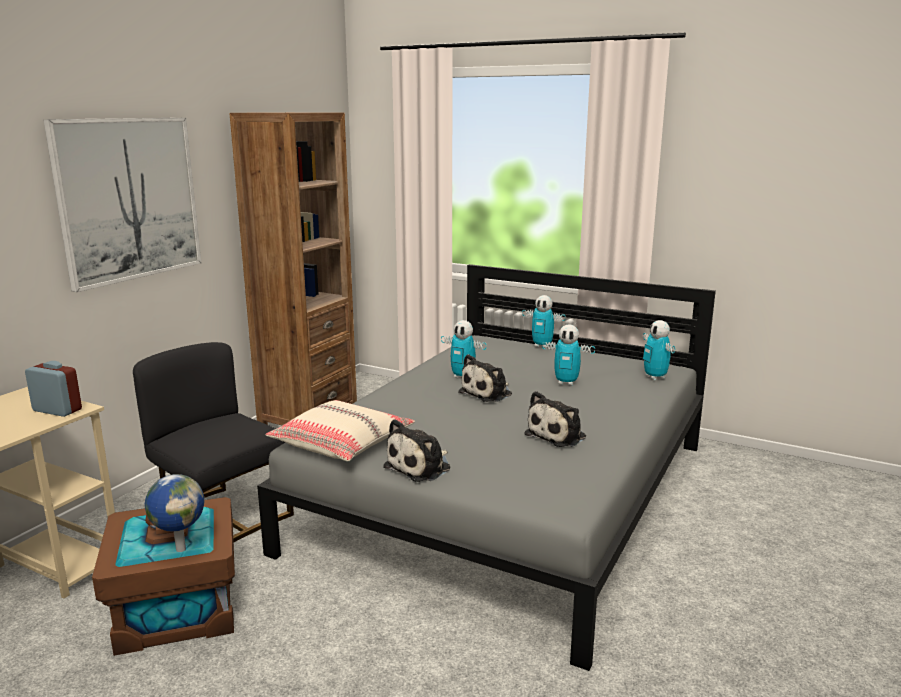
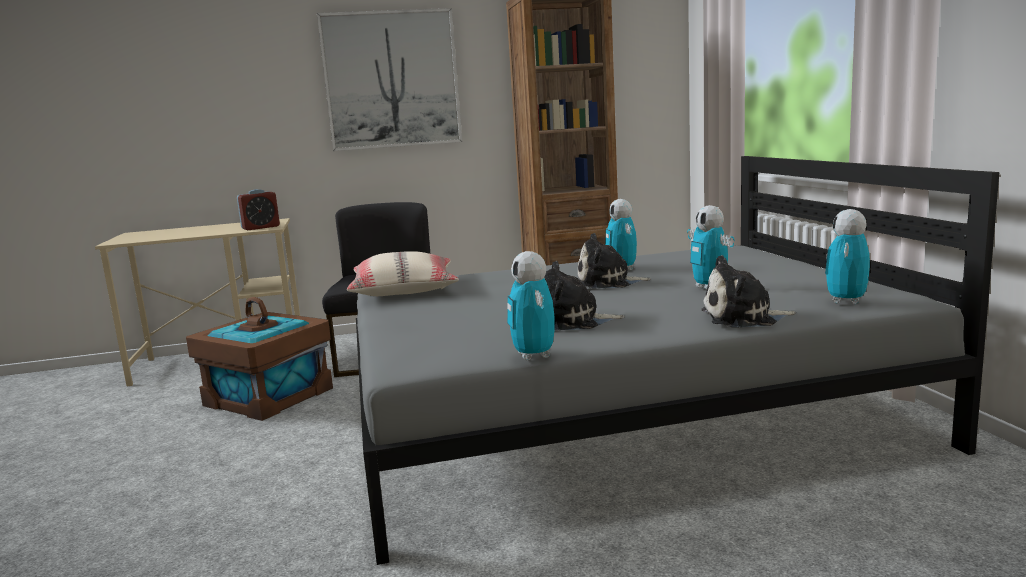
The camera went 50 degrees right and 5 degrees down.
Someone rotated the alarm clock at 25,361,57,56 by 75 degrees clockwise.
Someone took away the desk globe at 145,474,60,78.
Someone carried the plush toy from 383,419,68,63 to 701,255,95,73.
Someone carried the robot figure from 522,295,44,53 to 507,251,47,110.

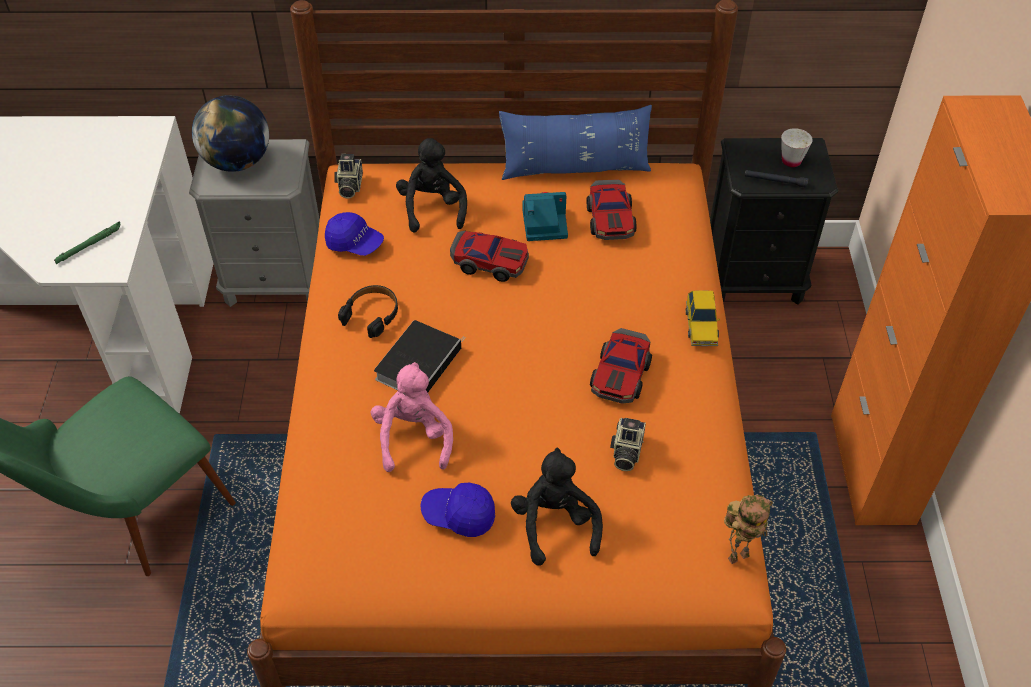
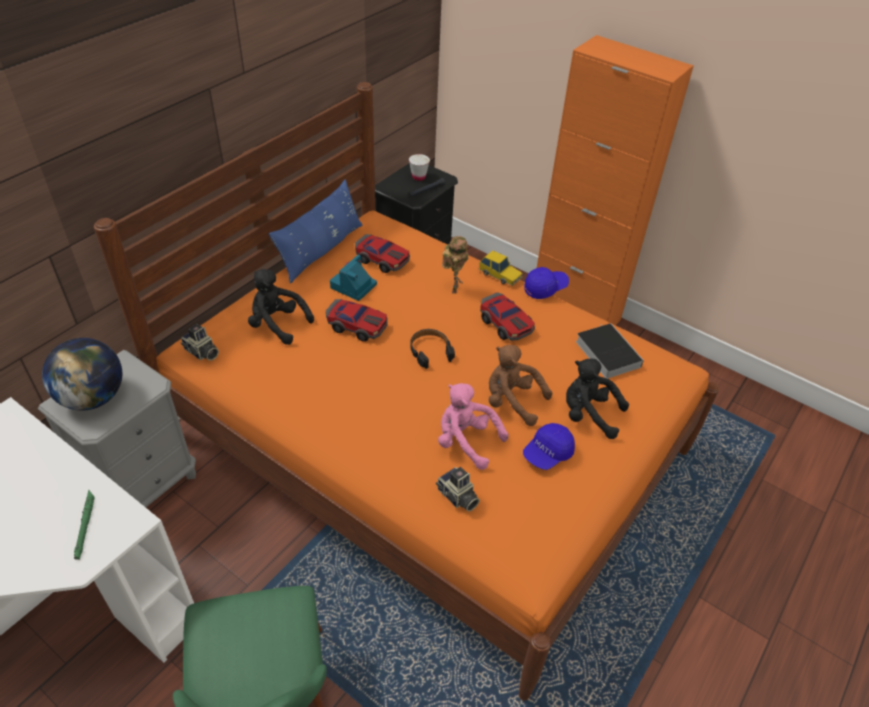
The camera went 55 degrees left and 5 degrees down.
Someone carried the blue peaked cap from 325,212,59,44 to 525,267,44,32.
Someone carried the blackish pair of headphones from 338,285,60,53 to 410,329,45,40.
Someone carried the book from 374,320,92,72 to 576,323,68,56.
Someone rotated the model car at 450,231,79,51 by 60 degrees clockwise.
Someone carried the still camera from 610,418,36,53 to 436,467,44,45.
Someone carried the robot figure from 724,495,49,69 to 442,236,27,58.
Someone put down the brown-coloured plush toy at 489,345,63,81.

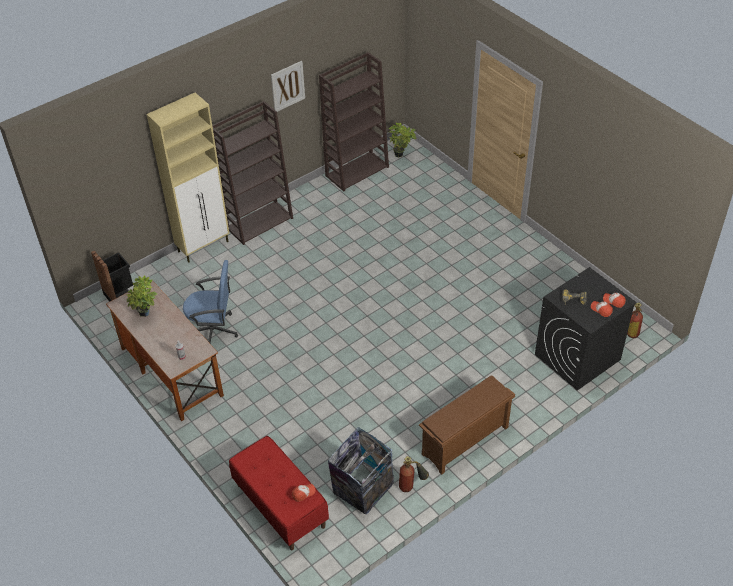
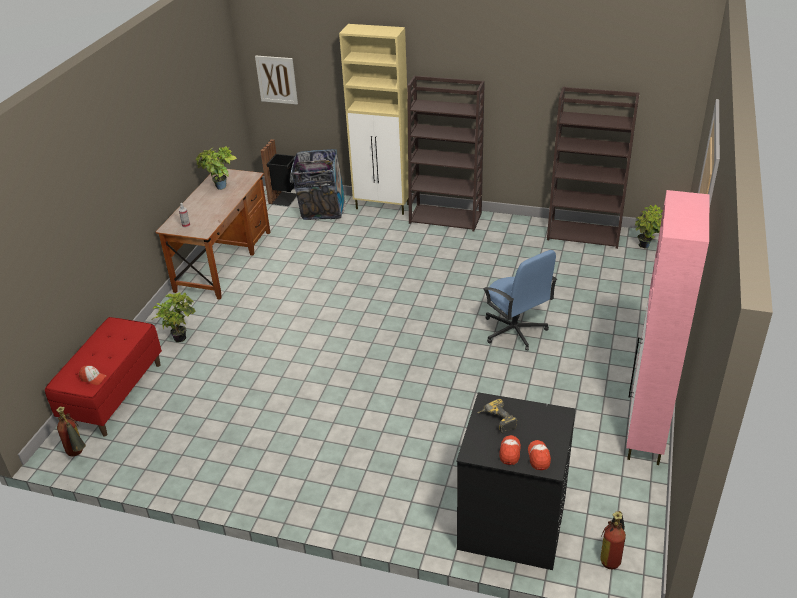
The camera went 55 degrees right and 10 degrees down.
Someone carried the blue office chair from 183,260,55,83 to 483,250,74,101.
Someone carried the wall picture from 271,61,34,51 to 255,56,43,48.
Someone carried the waste bin from 328,427,66,87 to 291,149,55,71.
Someone carried the fire-fighting cylinder from 399,456,30,36 to 56,407,30,49.
Someone took away the brown-coloured shoe stand at 419,375,96,100.
Someone put down the plant in a pot at 151,292,44,50.
Someone put down the pinkish cabinet at 626,190,84,275.

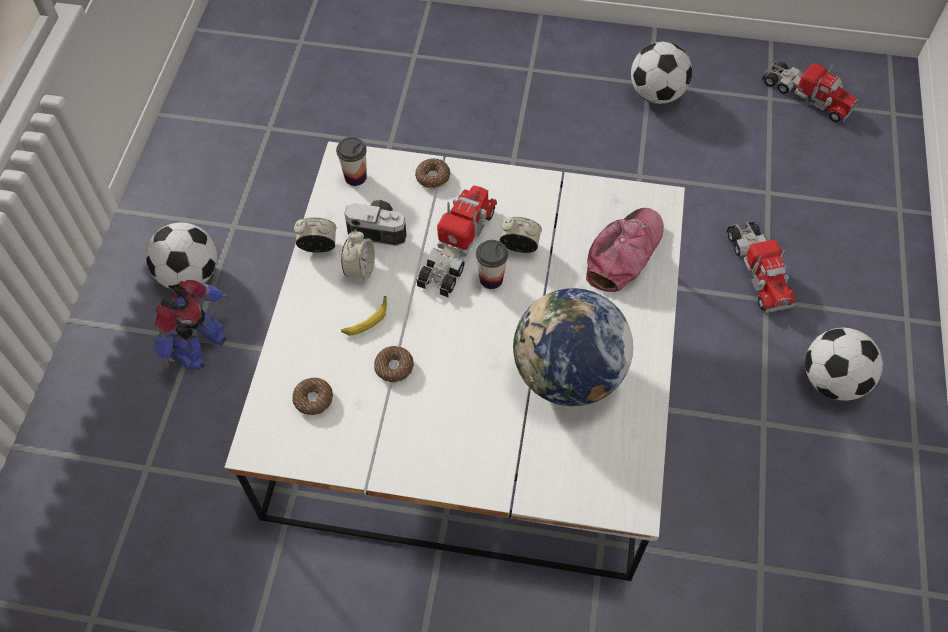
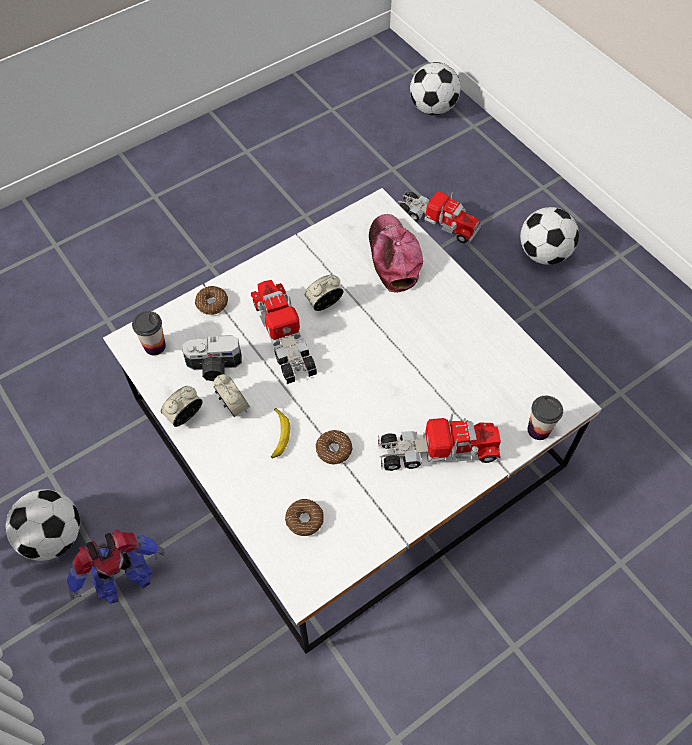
The camera went 45 degrees left and 0 degrees up.
Someone rotated the robot figure at 154,280,76,91 by 75 degrees clockwise.
Someone rotated the still camera at 344,200,63,46 by 150 degrees counterclockwise.
Someone carried the drinking cup from 476,240,32,49 to 528,396,35,44.
Someone took away the desk globe at 513,288,120,118.
Someone carried the football from 631,42,61,62 to 410,62,50,53.
Someone carried the toy truck from 762,61,96,61 to 378,413,123,58.

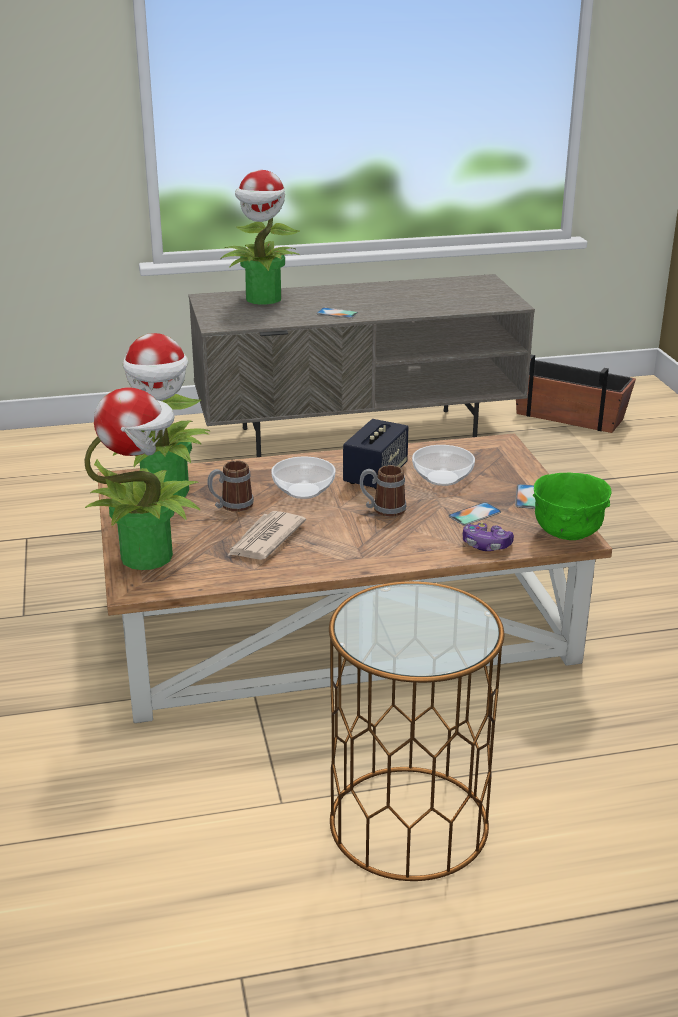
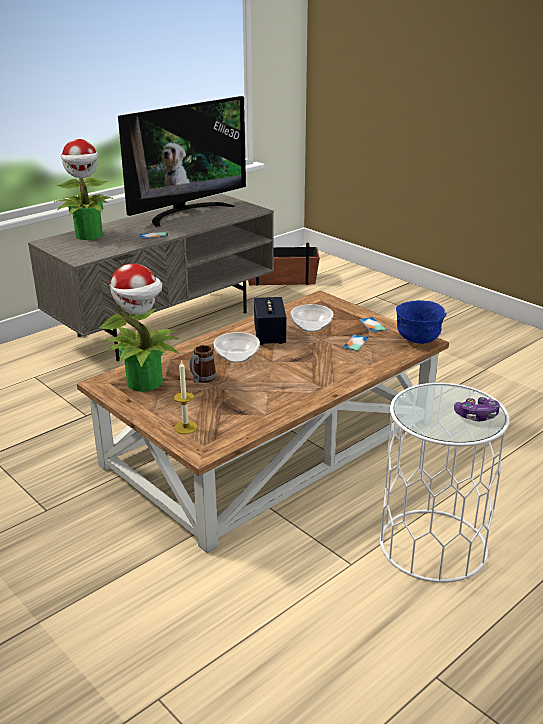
The camera went 30 degrees left and 0 degrees up.
Someone swapped the plant in a pot at 84,388,117,182 for the wax candle at 174,360,24,74.
Someone took away the daily paper at 227,511,79,49.
Someone repainted the brown-coloured side table at 329,581,175,300, which became the white-coloured side table at 380,383,129,200.
Someone took away the mug at 360,465,47,52.
Someone carried the joypad from 463,522,51,29 to 454,397,46,24.
Someone repainted the green-coloured deep dish at 533,472,79,68, which became the blue deep dish at 396,300,50,44.
Someone put down the TV set at 118,96,128,131.

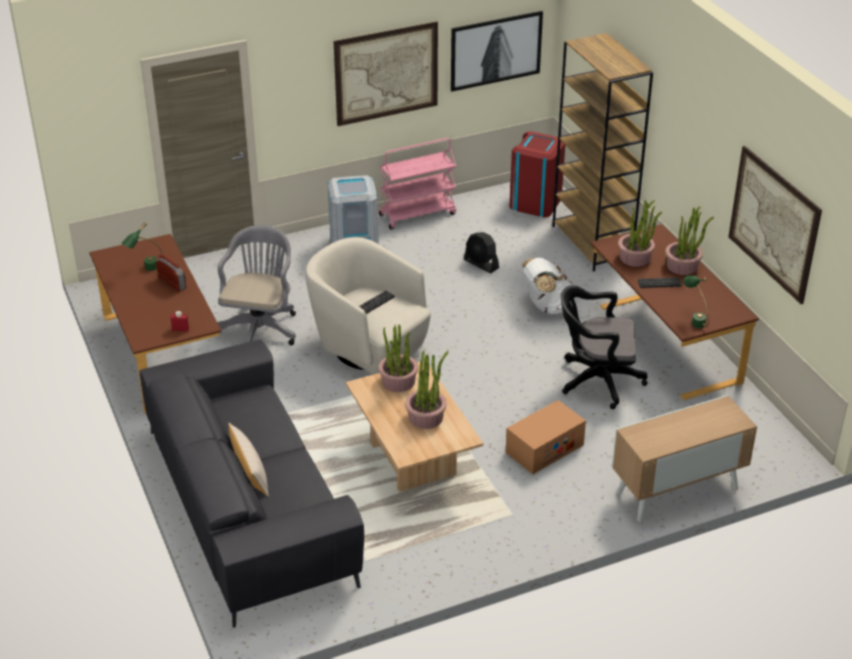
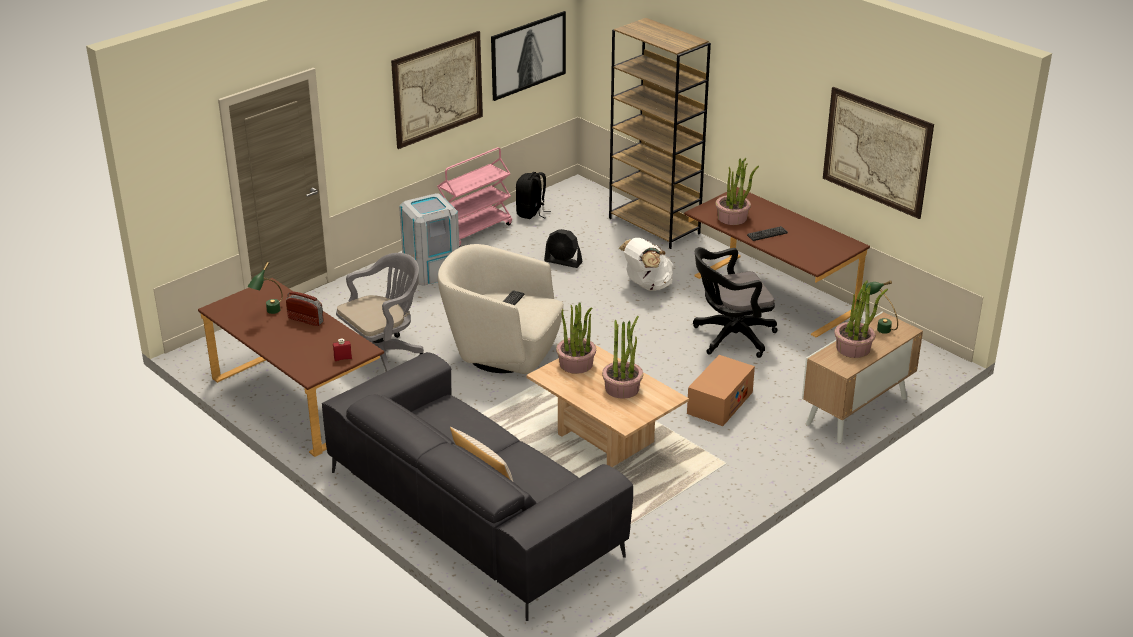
The camera went 20 degrees left and 5 degrees down.
Someone rotated the gray office chair at 217,225,79,120 by 60 degrees clockwise.
Someone took away the reddish waste bin at 509,131,56,87.
Someone carried the plant in a pot from 665,206,49,69 to 834,280,54,78.
Someone carried the green-coloured lamp for a table from 683,276,26,52 to 865,280,33,54.
Someone put down the blackish knapsack at 516,172,35,47.

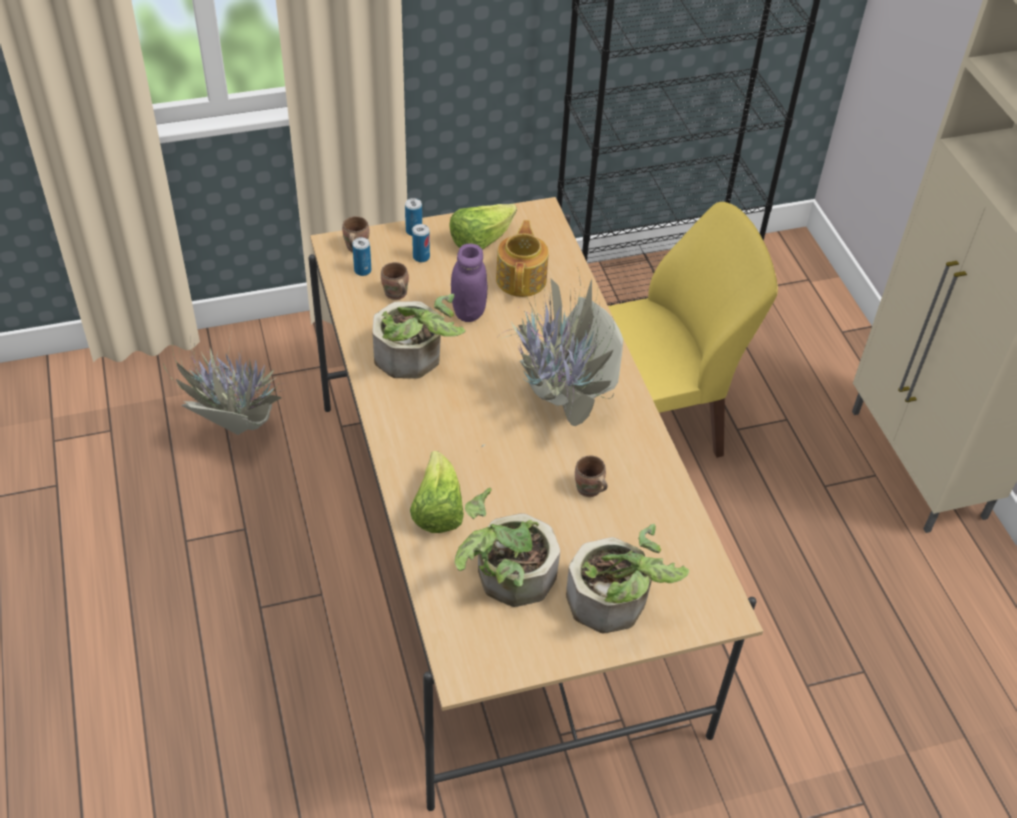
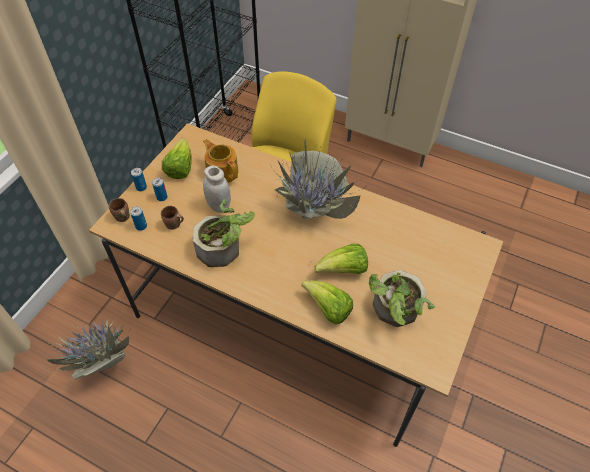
The camera went 45 degrees left and 5 degrees up.
Someone repainted the purple-coloured jar at 451,244,36,78, which became the white-coloured jar at 203,166,28,47.
Someone took away the plant in a pot at 566,524,123,109.
Someone took away the brown-coloured mug at 575,455,33,42.
Someone put down the head of lettuce at 314,244,54,30.

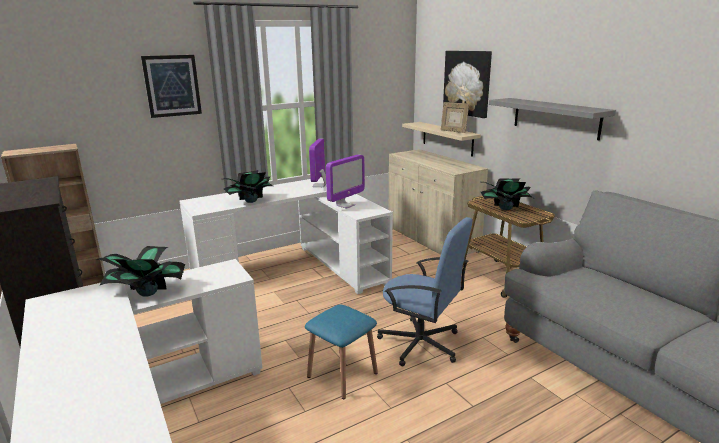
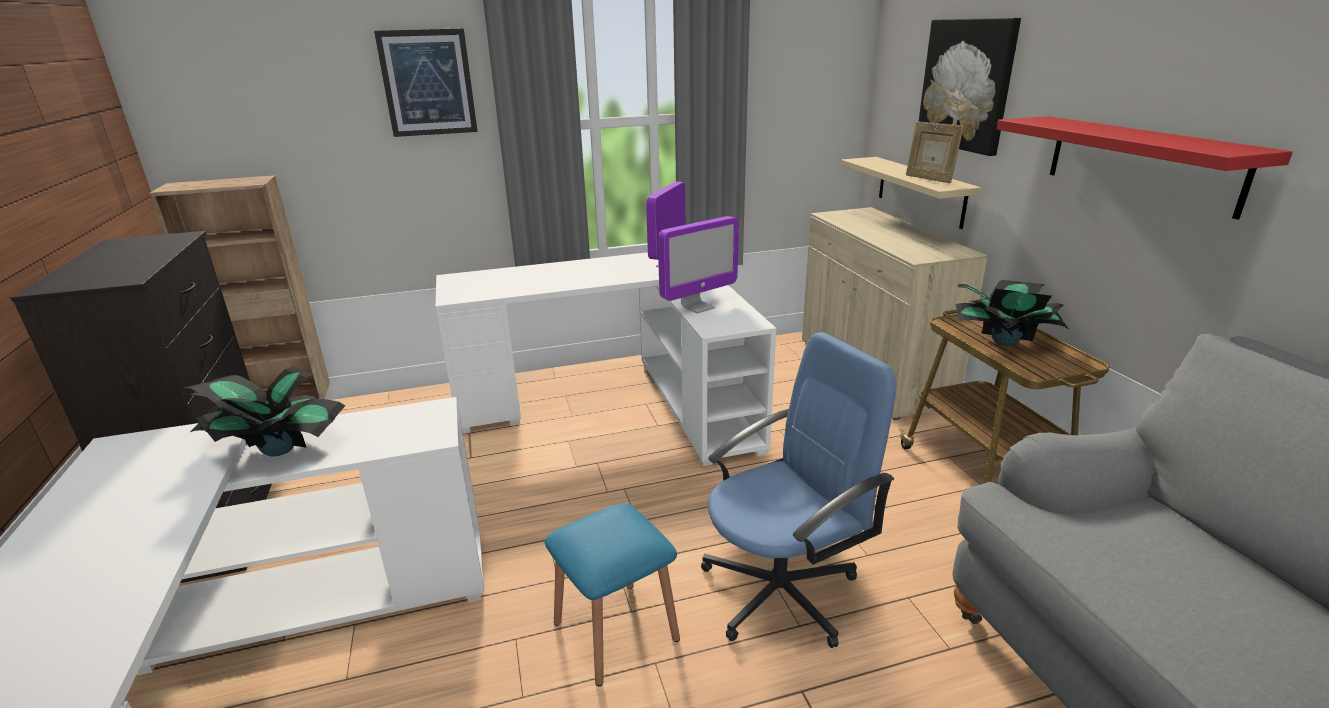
The camera went 15 degrees right and 5 degrees up.
Someone took away the plant in a pot at 224,170,51,33.
Someone rotated the blue office chair at 377,217,95,150 by 75 degrees counterclockwise.
Someone repainted the gray shelf at 489,98,127,43, which became the reddish shelf at 997,116,296,104.

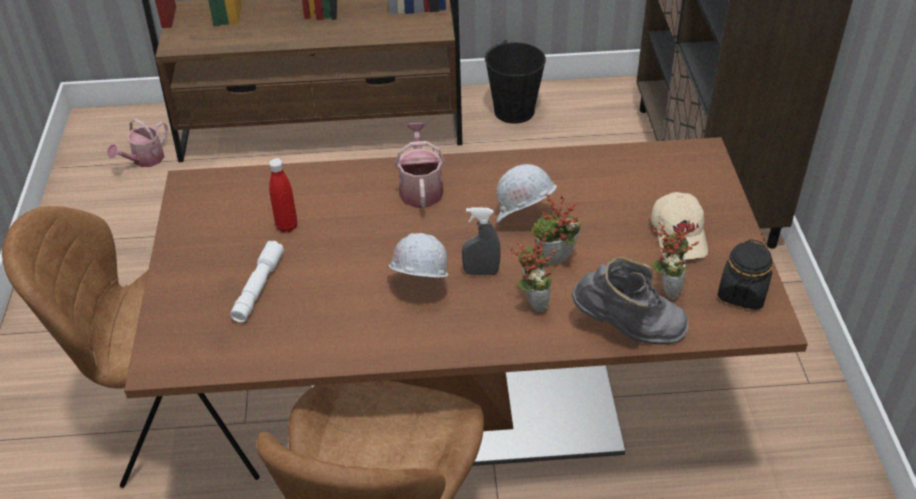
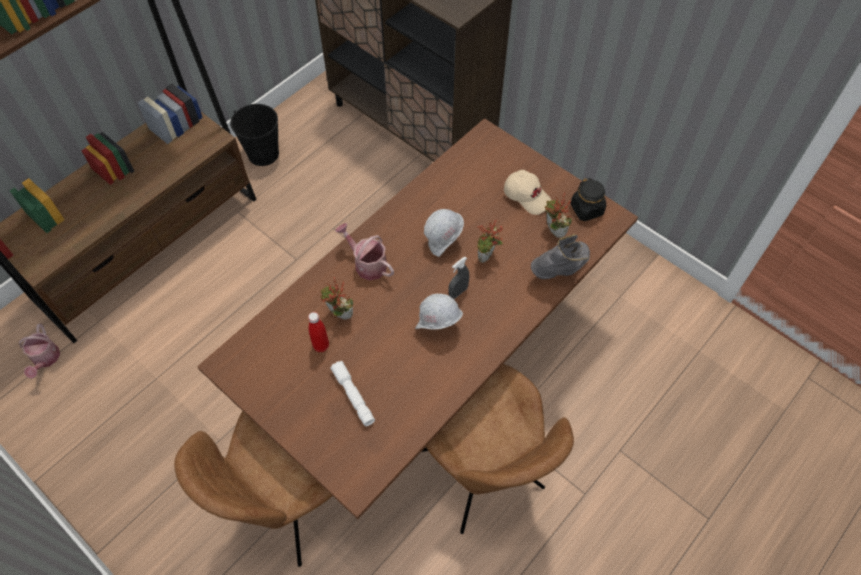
The camera went 45 degrees left and 15 degrees up.
Someone carried the plant in a pot from 510,233,46,80 to 320,277,33,43.

